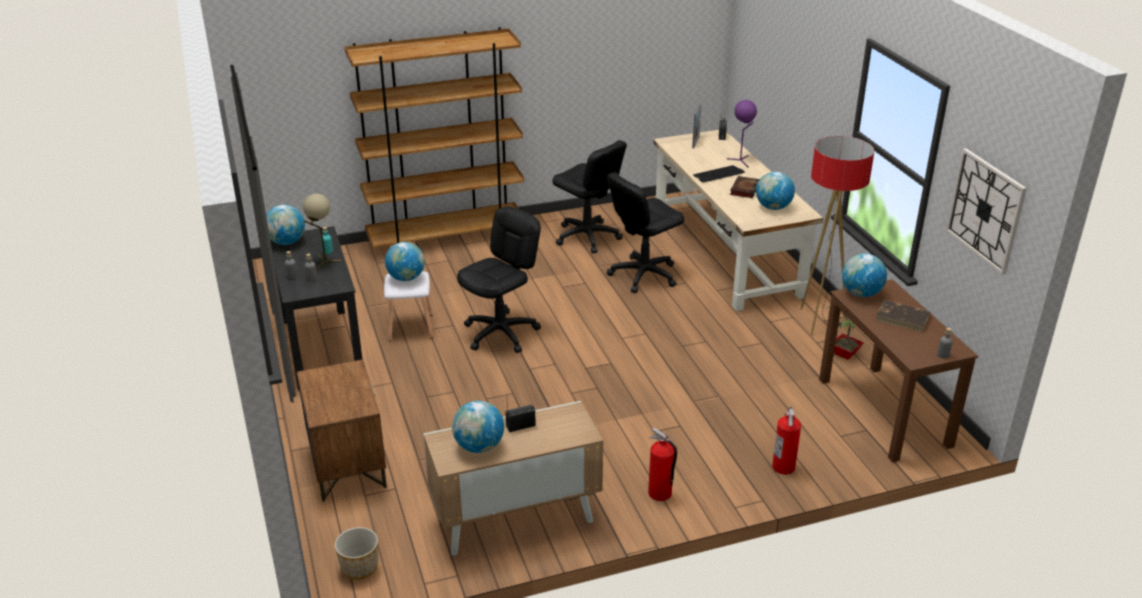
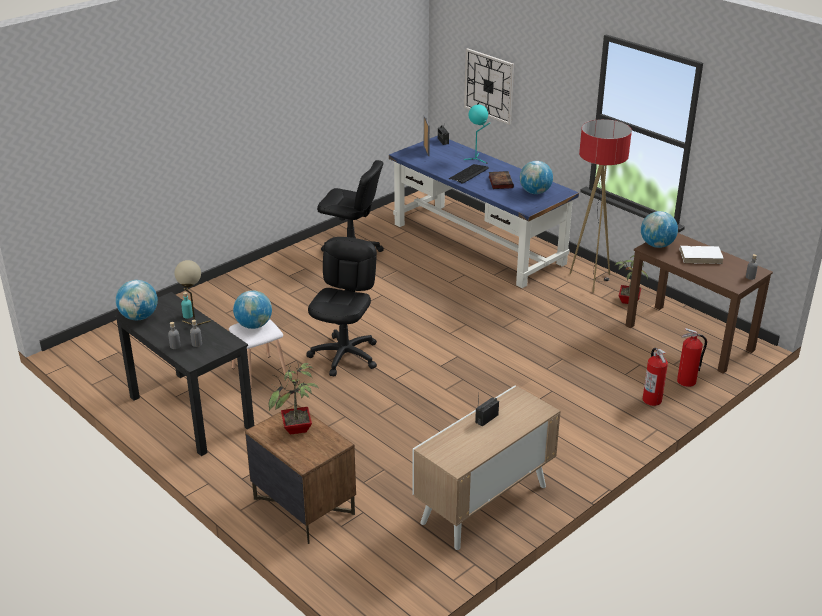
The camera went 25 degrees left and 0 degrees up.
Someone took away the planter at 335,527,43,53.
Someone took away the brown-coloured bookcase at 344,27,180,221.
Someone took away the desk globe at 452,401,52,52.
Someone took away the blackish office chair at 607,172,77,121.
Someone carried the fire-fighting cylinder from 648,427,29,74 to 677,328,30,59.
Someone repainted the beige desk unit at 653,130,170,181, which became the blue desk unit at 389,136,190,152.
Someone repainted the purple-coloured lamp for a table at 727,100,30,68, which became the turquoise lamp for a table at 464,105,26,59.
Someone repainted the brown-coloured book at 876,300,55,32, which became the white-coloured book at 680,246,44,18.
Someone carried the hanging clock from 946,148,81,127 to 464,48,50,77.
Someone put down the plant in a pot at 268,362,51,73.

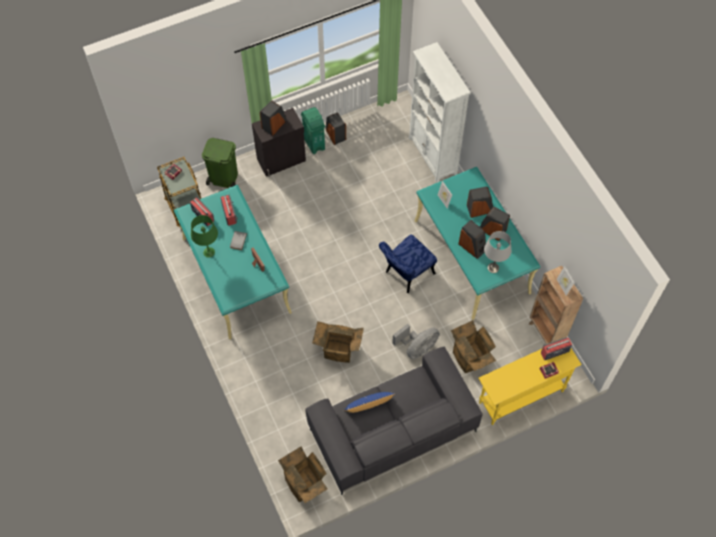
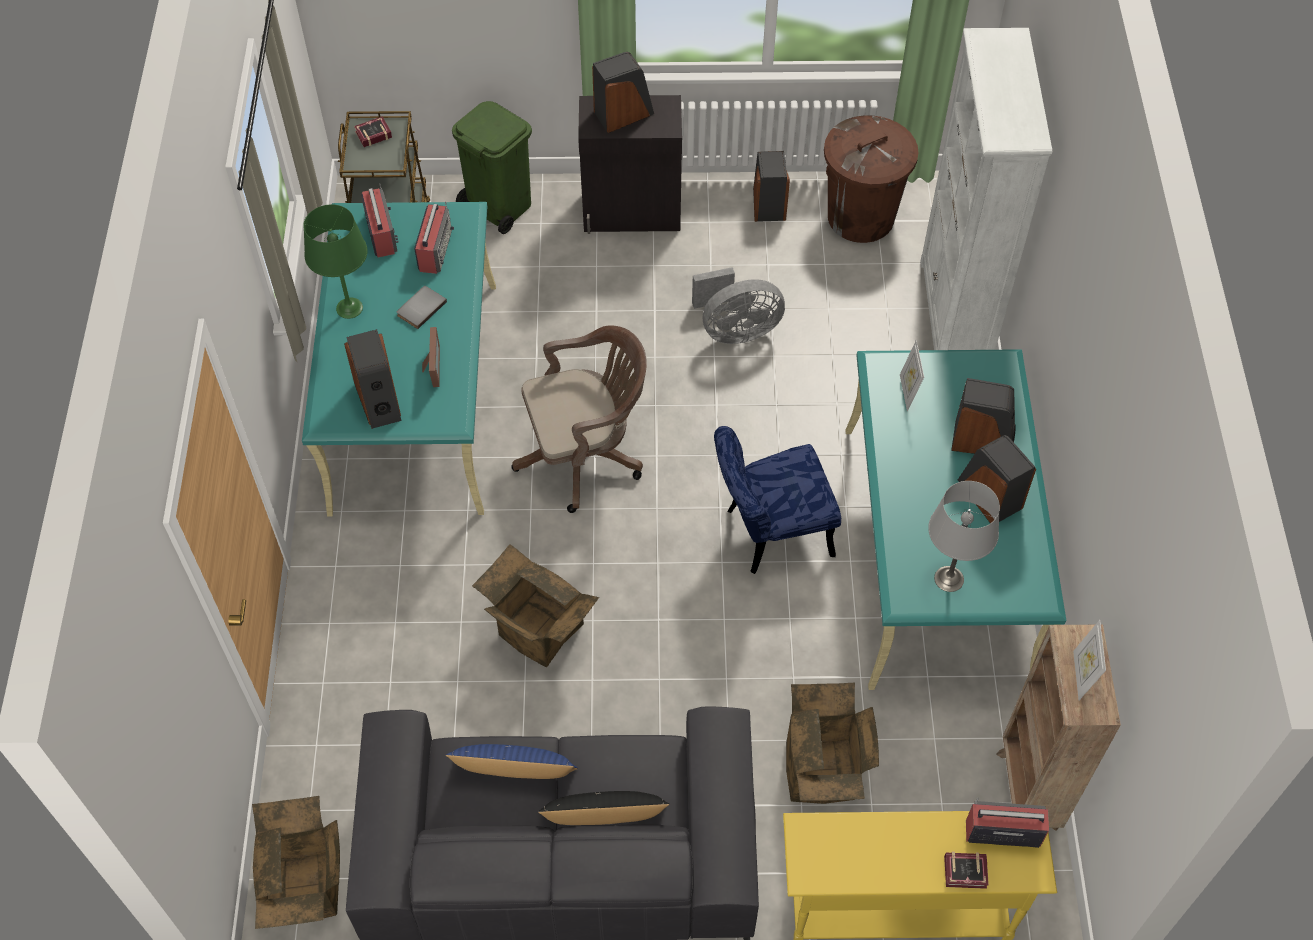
The camera went 25 degrees right and 5 degrees down.
Someone took away the green-coloured waste bin at 301,107,24,47.
Someone carried the gray electric fan from 392,324,48,35 to 692,267,93,77.
Someone carried the audio speaker from 458,220,28,39 to 344,329,57,100.
Someone put down the brown-coloured office chair at 511,325,136,188.
Someone put down the blackish throw pillow at 538,791,131,34.
Someone put down the brown-coloured waste bin at 824,116,95,127.

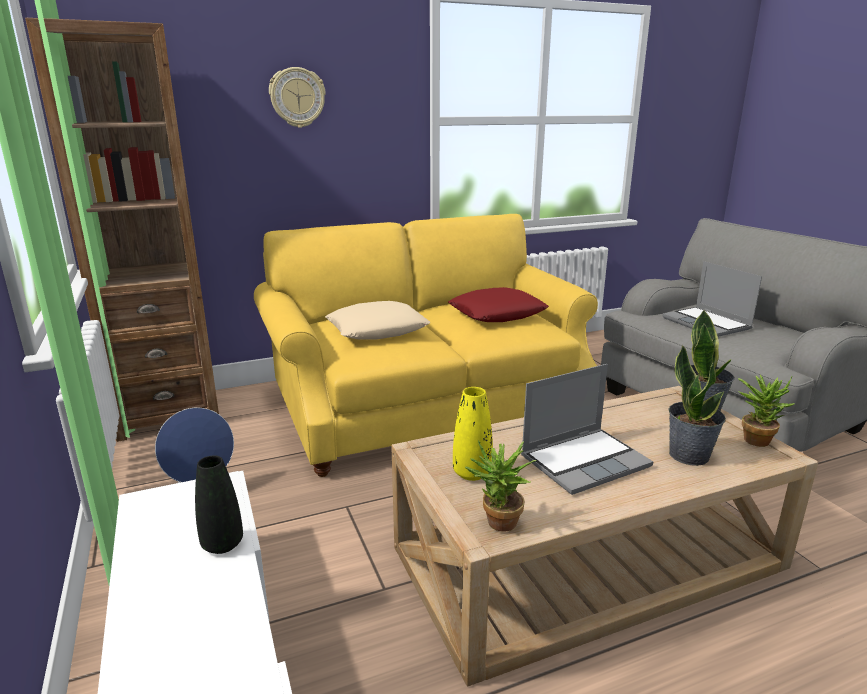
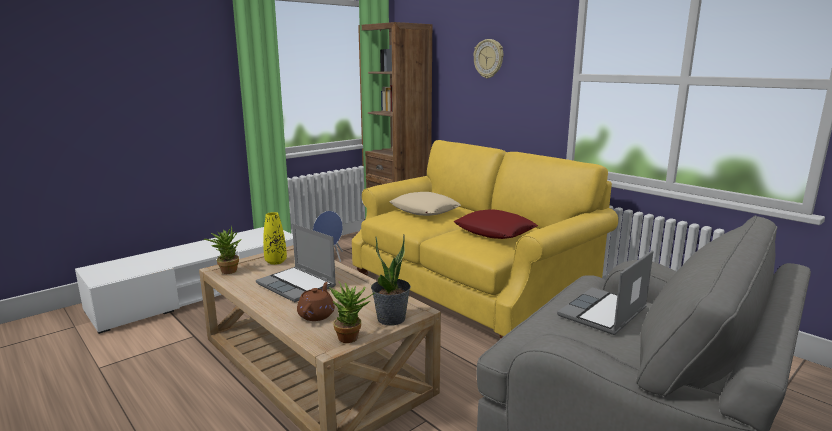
The camera went 70 degrees right and 5 degrees down.
Someone took away the blackish flower vase at 195,455,48,99.
Someone swapped the plant in a pot at 669,345,57,121 for the brown-coloured teapot at 297,282,38,39.

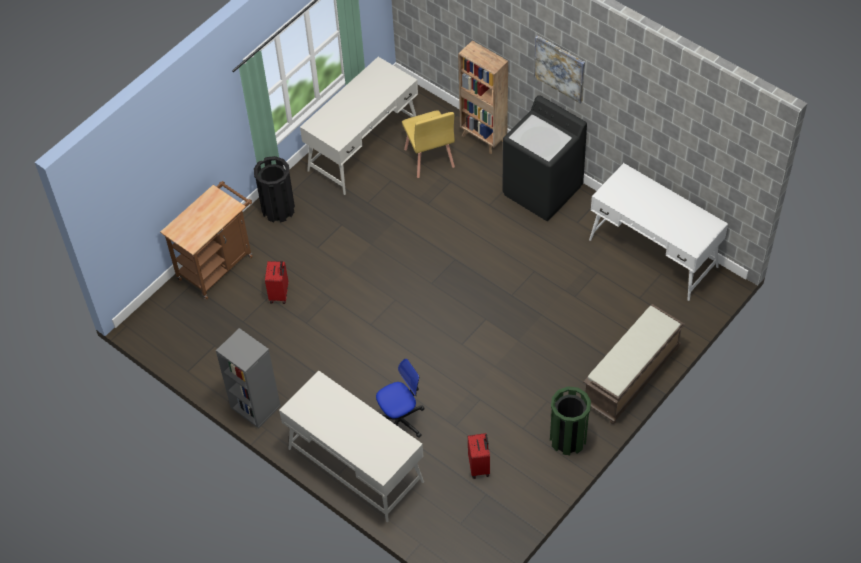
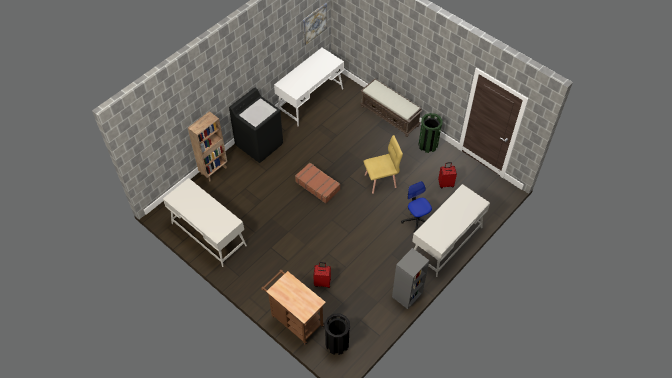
The camera went 90 degrees left and 0 degrees up.
Someone carried the blackish waste bin from 254,156,41,67 to 325,313,25,42.
Someone carried the yellowish chair from 402,110,53,68 to 363,135,40,59.
Someone carried the wall picture from 534,35,51,69 to 303,3,24,42.
Someone put down the brown-coloured suitcase at 295,163,45,41.

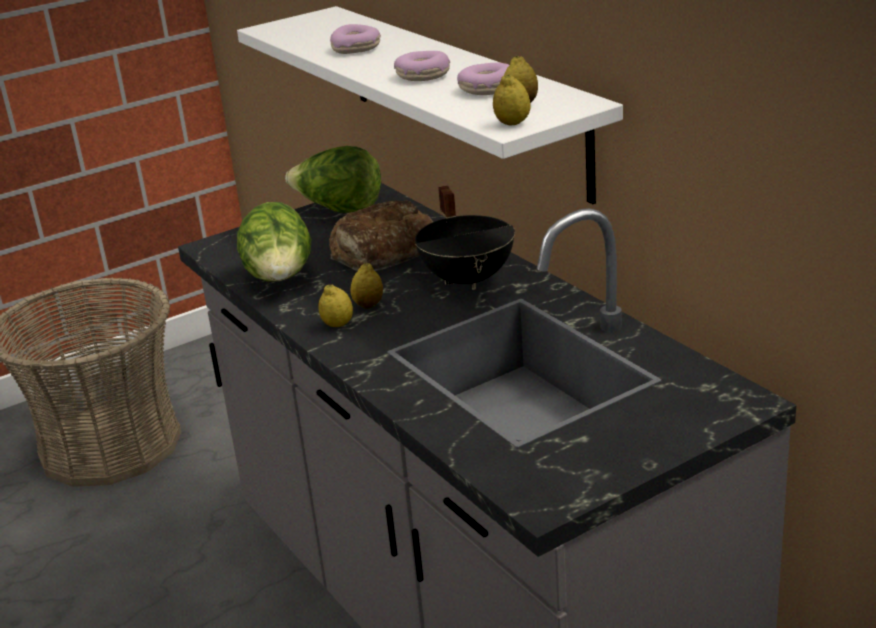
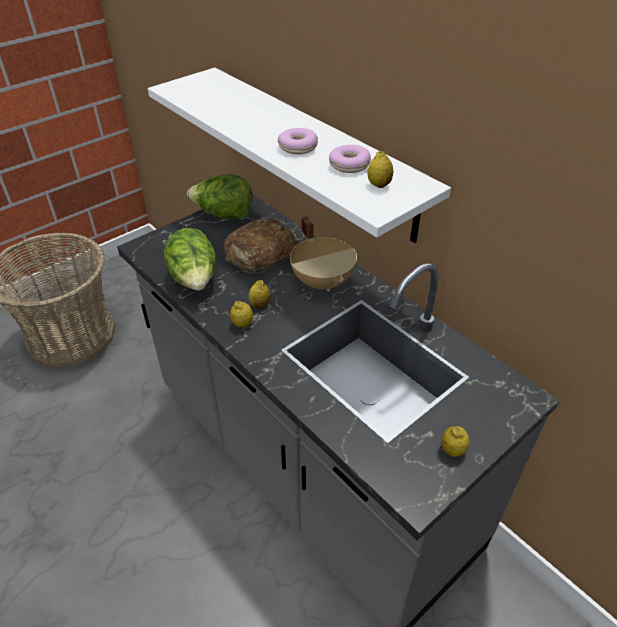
The camera went 10 degrees left and 15 degrees up.
Someone took away the doughnut at 330,24,51,30.
Someone repainted the blackish cooking pot at 415,186,100,104, which became the beige cooking pot at 290,216,67,76.
Someone carried the whole lemon from 493,74,38,51 to 441,426,29,31.

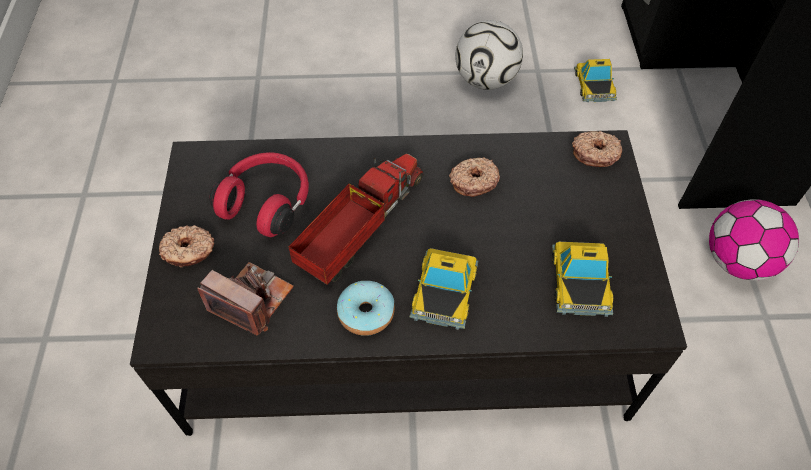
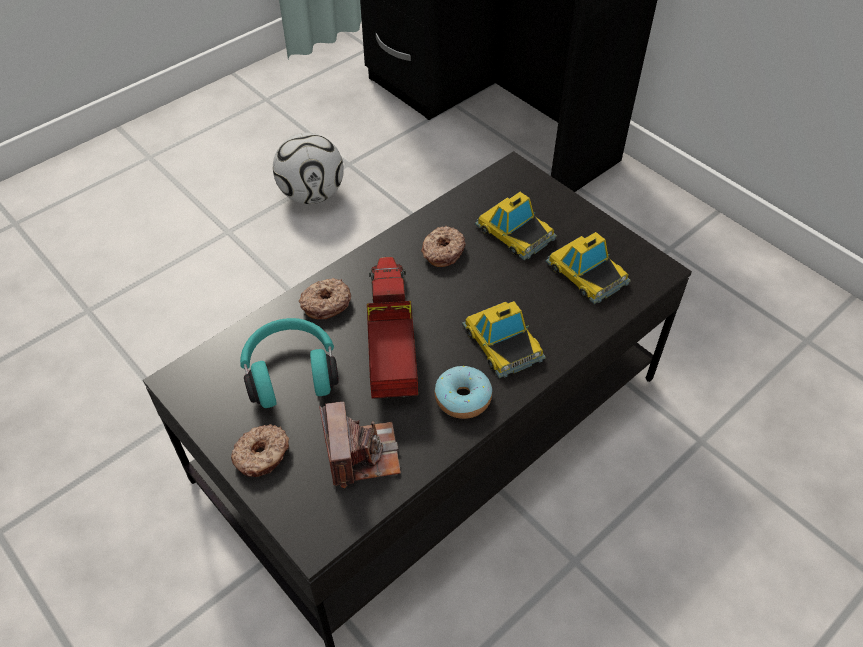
The camera went 40 degrees left and 5 degrees down.
Someone rotated the still camera at 197,262,97,73 by 90 degrees clockwise.
Someone repainted the reddish pair of headphones at 210,152,99,85, which became the turquoise pair of headphones at 240,318,99,90.
Someone carried the doughnut from 572,131,50,36 to 299,278,52,41.
Someone carried the model car from 574,59,43,43 to 475,192,82,68.
Someone took away the football at 709,199,90,81.

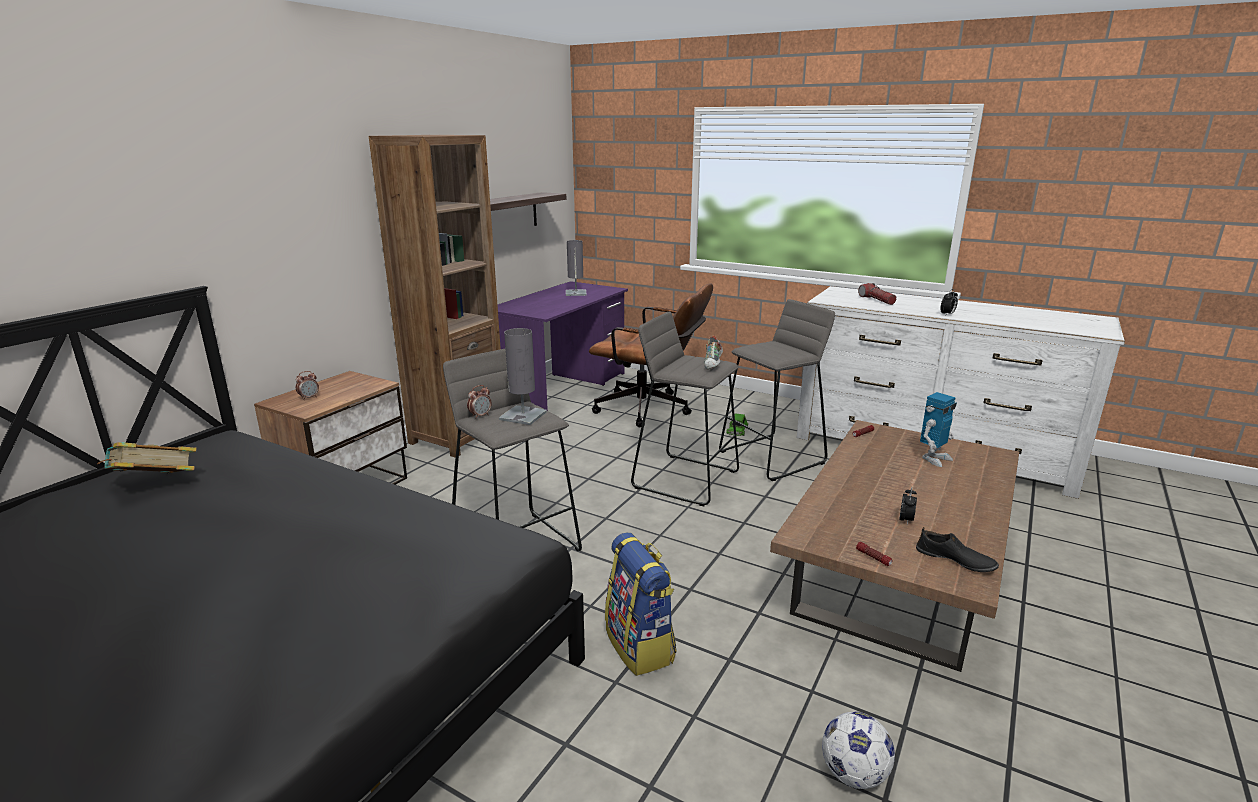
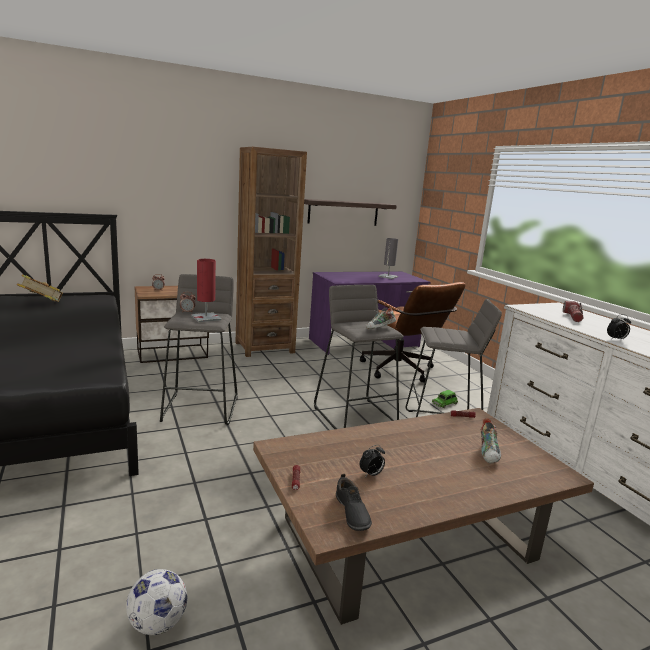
The camera went 35 degrees right and 5 degrees down.
Someone repainted the gray lamp for a table at 499,328,48,97, which became the reddish lamp for a table at 191,259,31,63.
Someone took away the knapsack at 605,533,72,143.
Someone swapped the robot figure at 920,392,37,75 for the low shoe at 481,418,20,45.

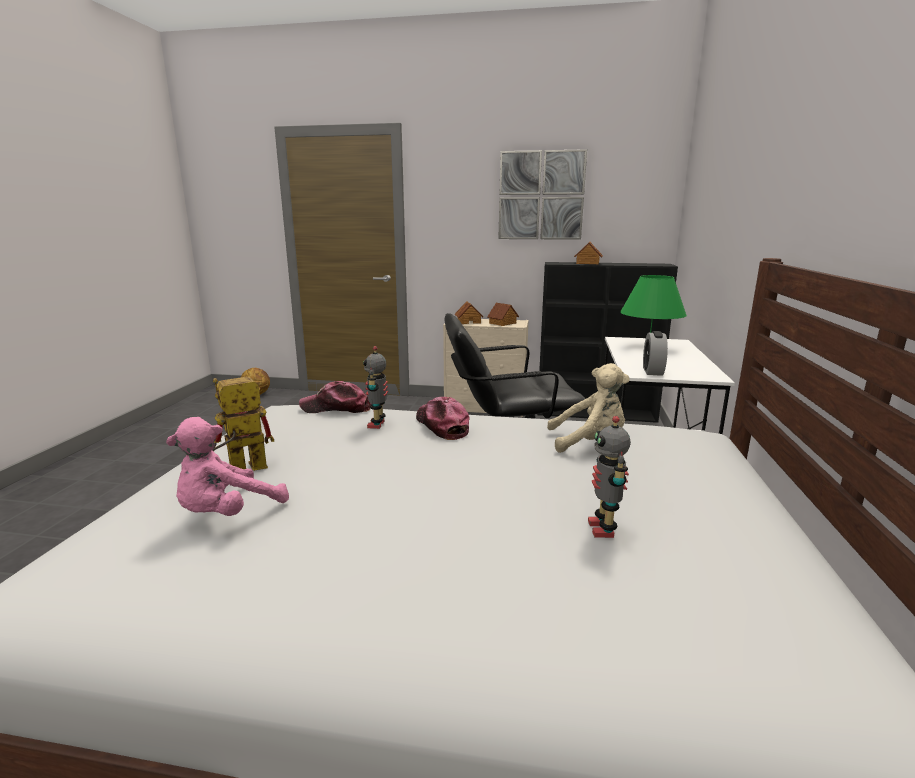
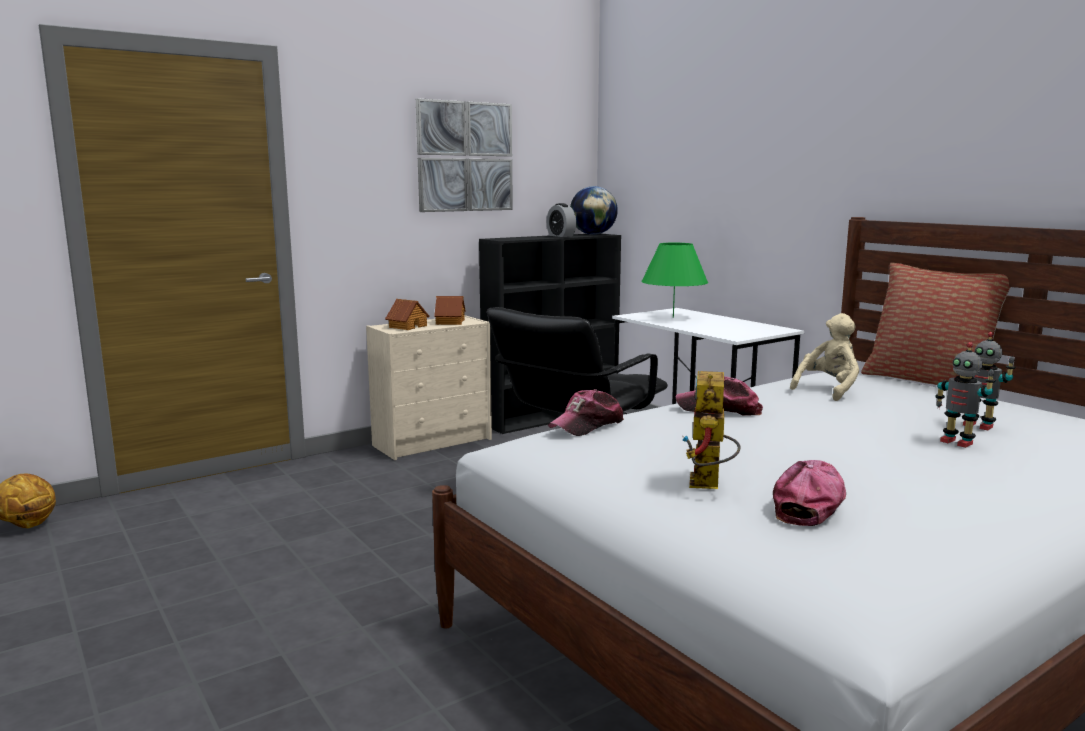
The camera went 45 degrees left and 5 degrees down.
Someone swapped the pinkish plush toy at 166,417,123,99 for the peaked cap at 773,460,73,66.
Someone carried the robot figure from 363,346,25,83 to 935,342,61,106.
Someone took away the model house at 574,242,29,22.
Someone carried the alarm clock from 643,331,25,45 to 547,203,29,34.
Someone put down the desk globe at 570,186,48,49.
Someone put down the throw pillow at 861,262,150,123.

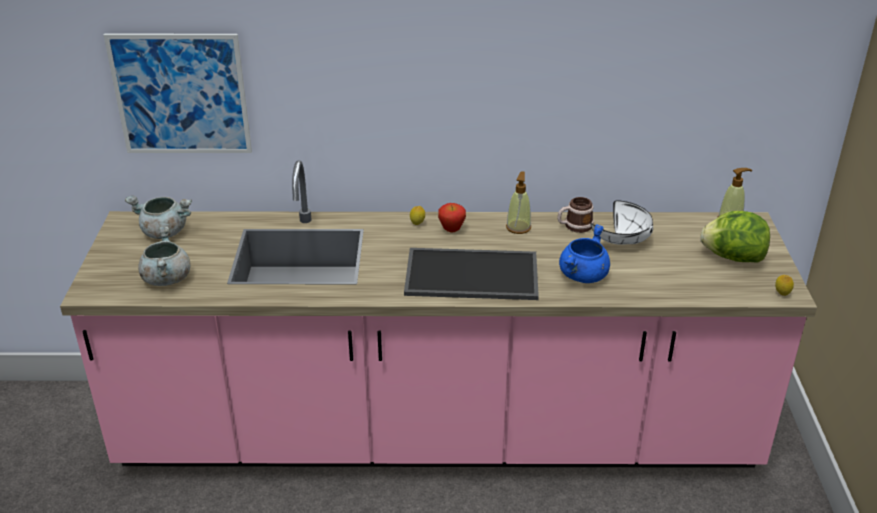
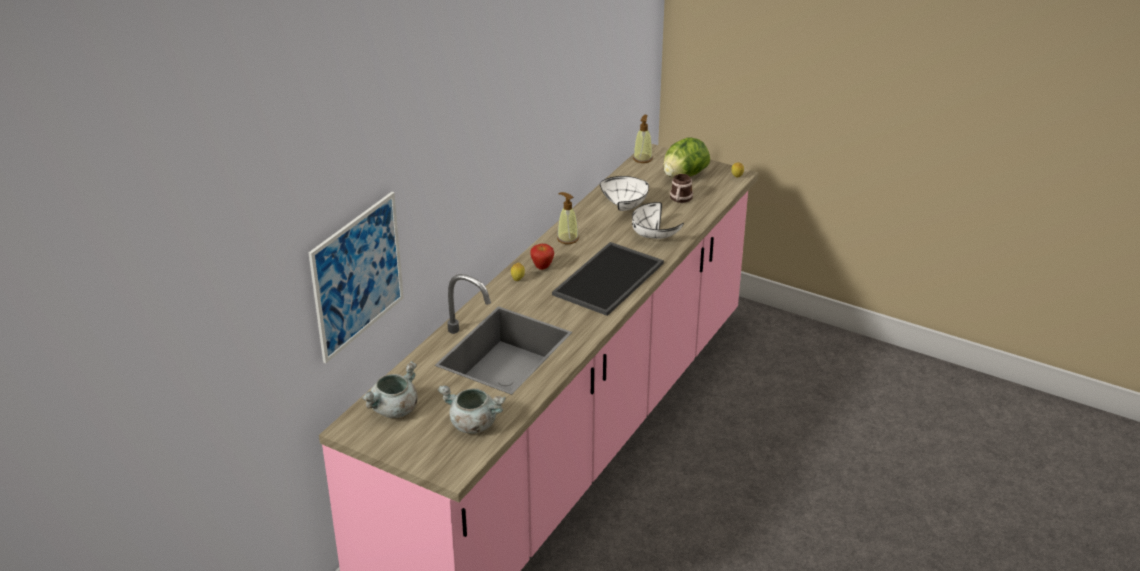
The camera went 60 degrees left and 0 degrees up.
Someone carried the mug from 557,197,37,36 to 670,174,23,29.
Someone swapped the blue cooking pot at 559,224,51,59 for the white-coloured deep dish at 632,202,52,37.

